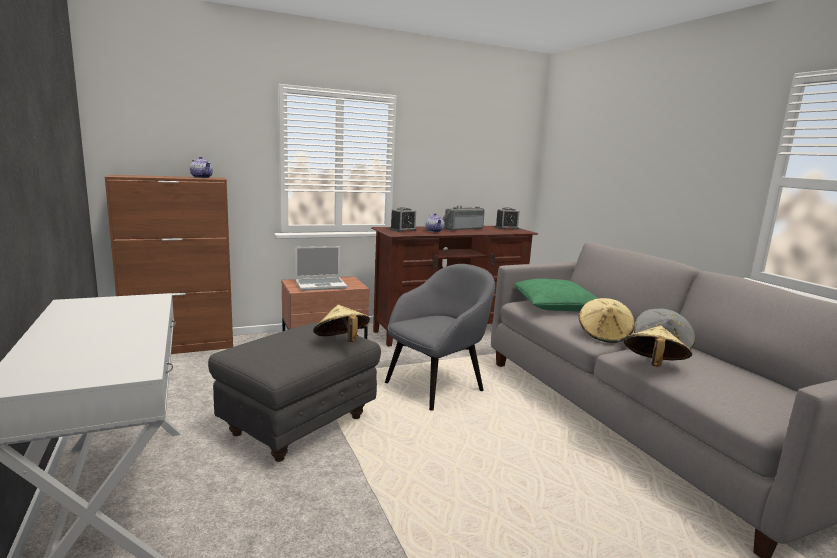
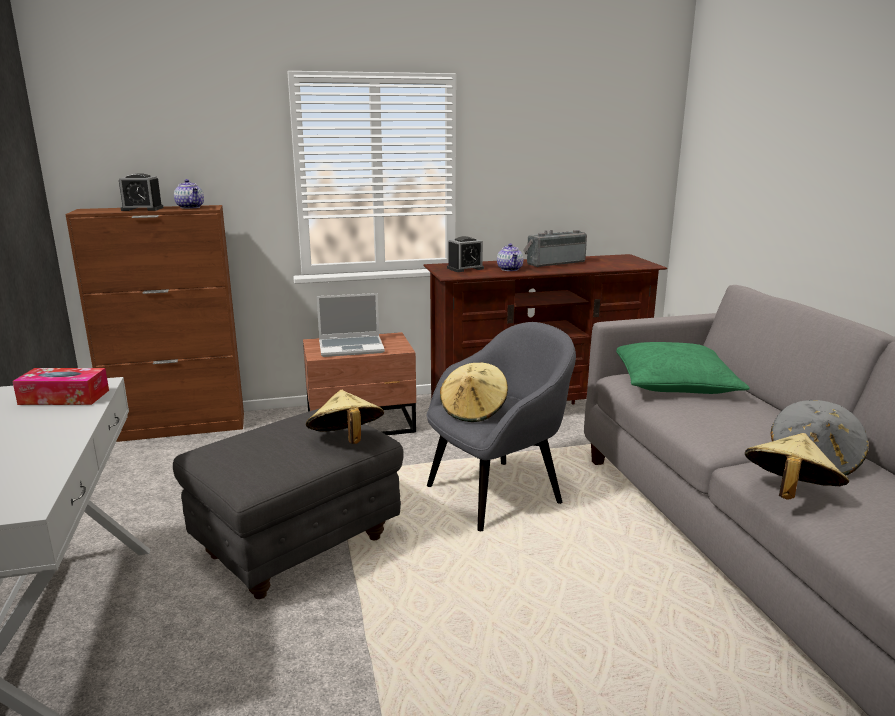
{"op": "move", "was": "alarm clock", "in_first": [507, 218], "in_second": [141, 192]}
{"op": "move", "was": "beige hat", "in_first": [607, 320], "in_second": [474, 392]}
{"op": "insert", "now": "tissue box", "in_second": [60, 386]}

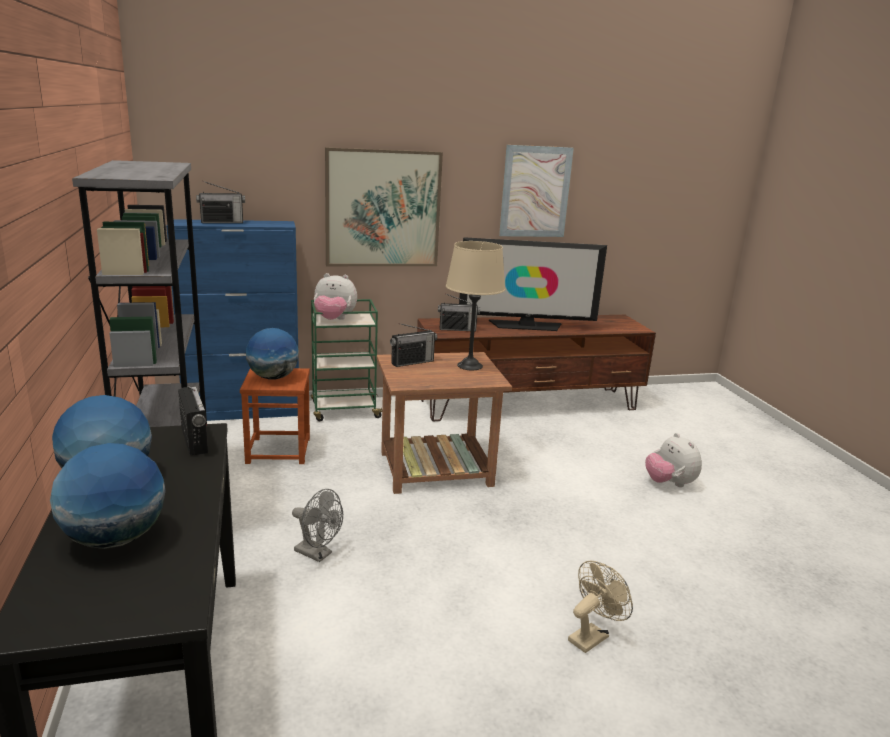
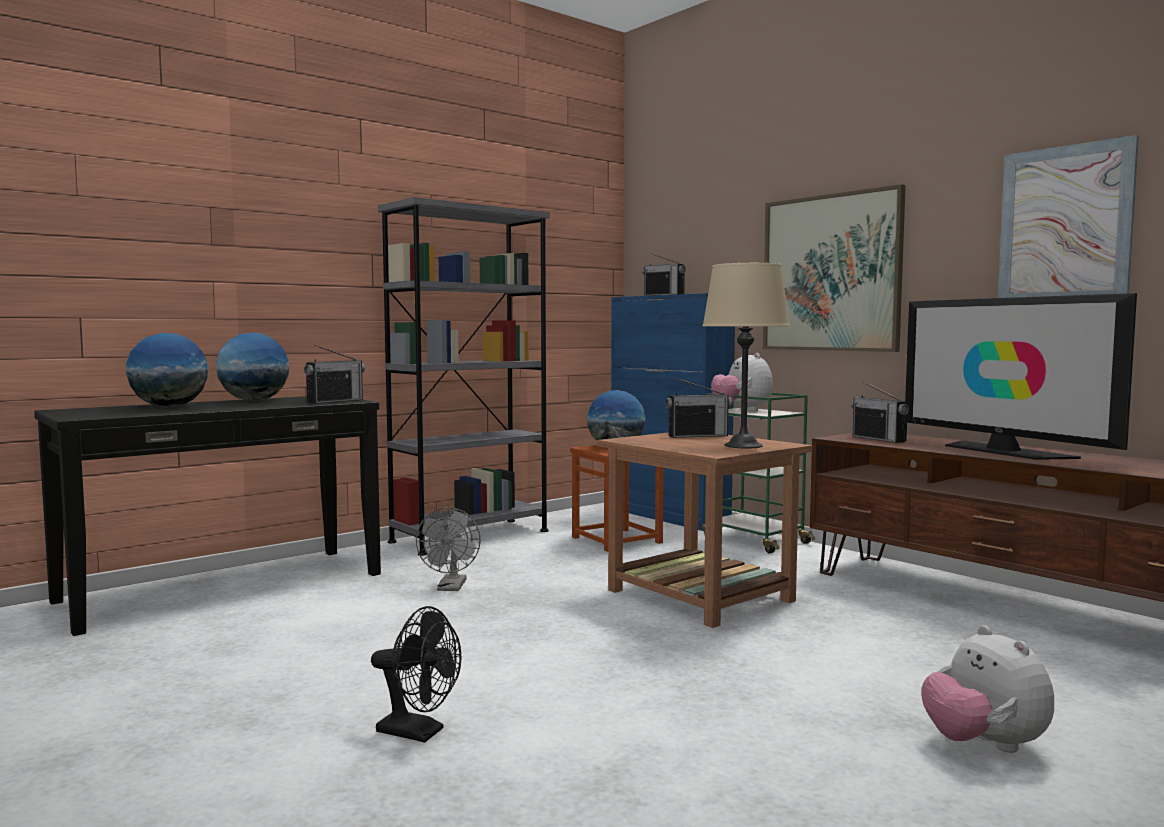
{"op": "rotate", "was": "radio", "in_first": [413, 345], "in_second": [698, 408], "clockwise": -45}
{"op": "rotate", "was": "plush toy", "in_first": [673, 460], "in_second": [987, 689], "clockwise": -60}
{"op": "recolor", "was": "beige fan", "now": "black fan", "in_first": [600, 607], "in_second": [416, 674]}

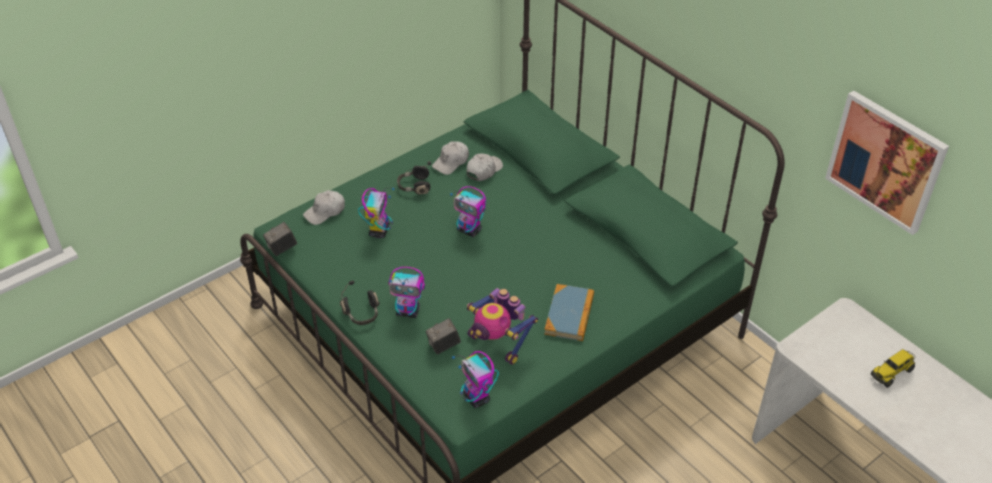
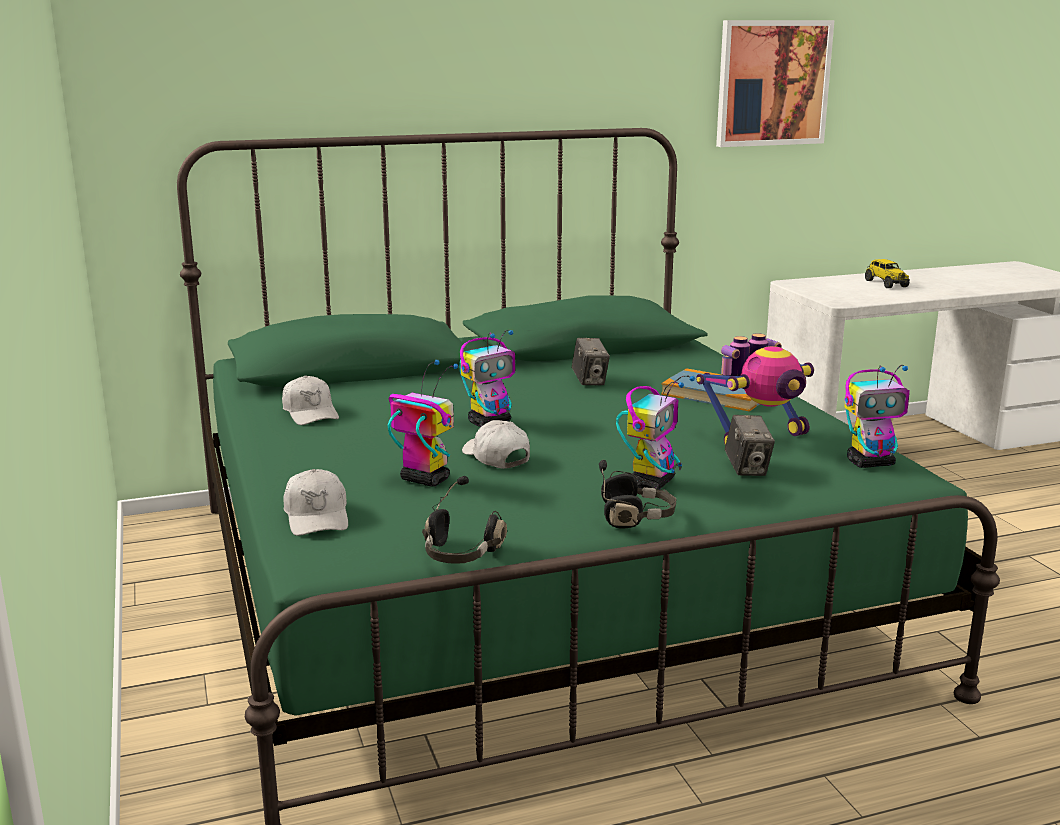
{"op": "move", "was": "white cap", "in_first": [485, 167], "in_second": [496, 444]}
{"op": "move", "was": "black headphones", "in_first": [414, 177], "in_second": [464, 520]}
{"op": "move", "was": "photo camera", "in_first": [280, 239], "in_second": [591, 361]}

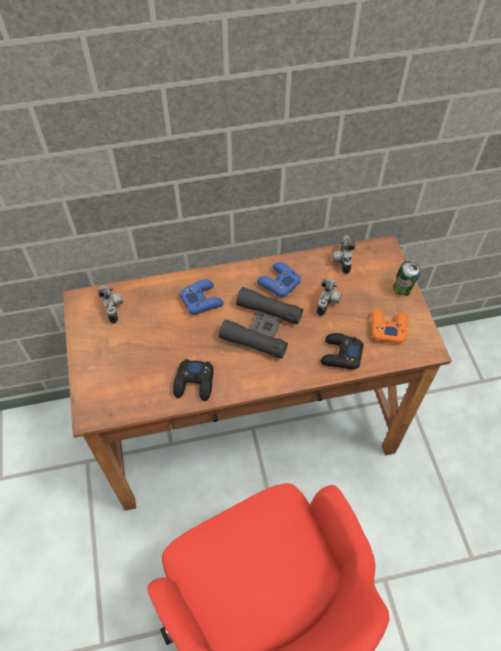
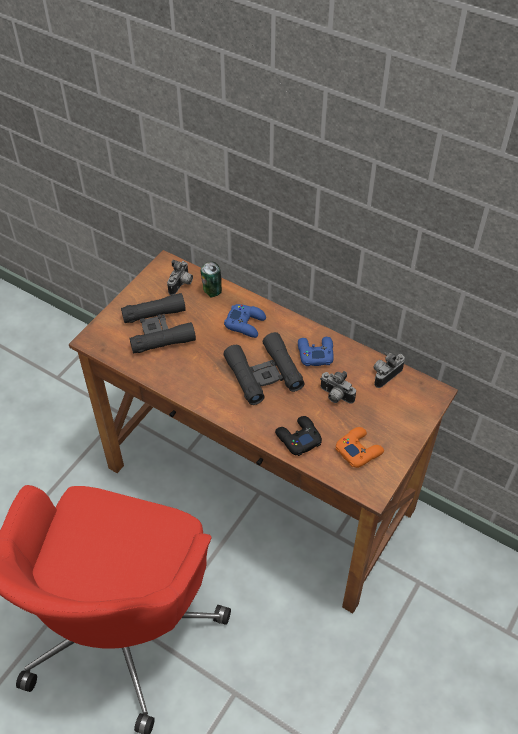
{"op": "move", "was": "can", "in_first": [406, 278], "in_second": [211, 279]}
{"op": "rotate", "was": "photo camera", "in_first": [329, 297], "in_second": [338, 387], "clockwise": 60}
{"op": "delete", "was": "black game controller", "in_first": [193, 380]}
{"op": "insert", "now": "black binoculars", "in_second": [158, 323]}

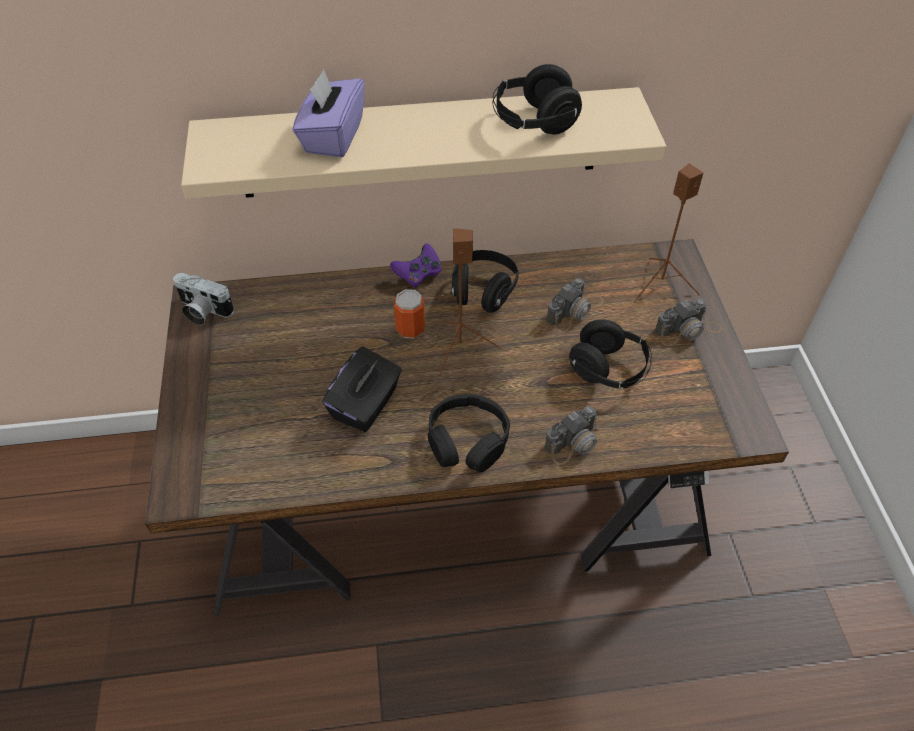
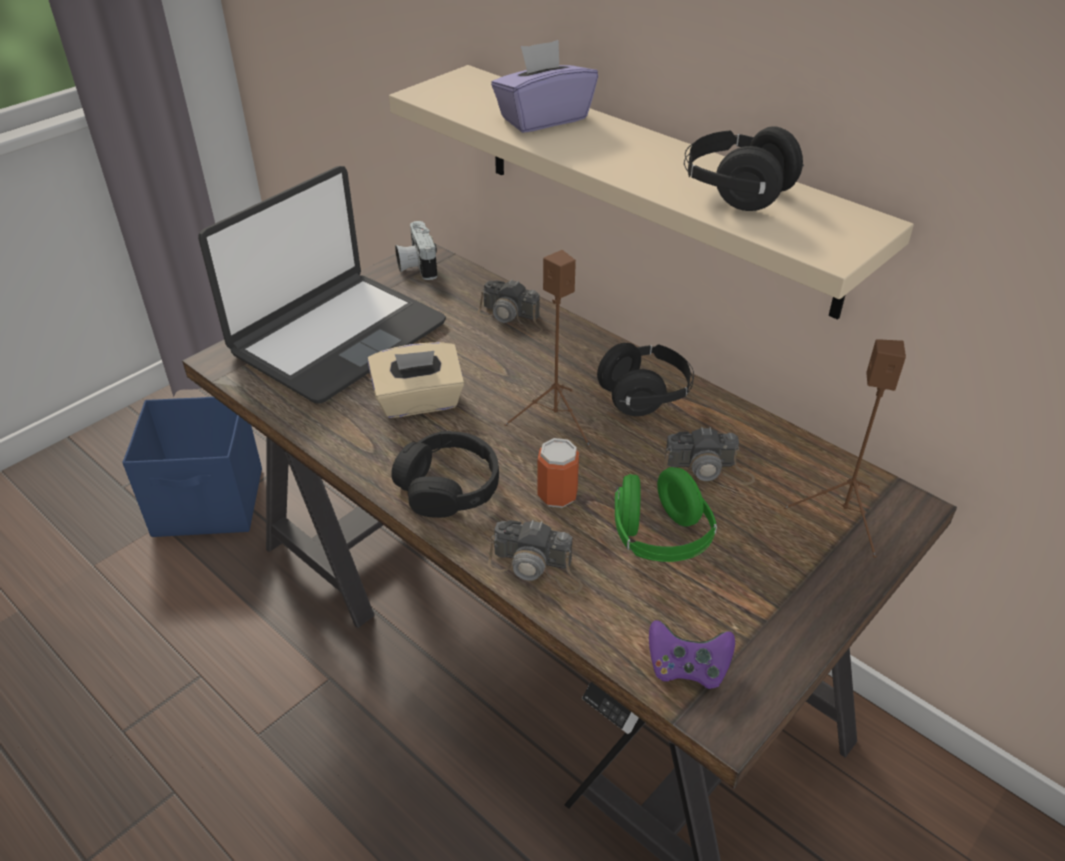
{"op": "move", "was": "purple game controller", "in_first": [416, 265], "in_second": [692, 654]}
{"op": "move", "was": "can", "in_first": [409, 313], "in_second": [558, 473]}
{"op": "move", "was": "photo camera", "in_first": [688, 322], "in_second": [510, 306]}
{"op": "recolor", "was": "black headphones", "now": "green headphones", "in_first": [610, 354], "in_second": [666, 514]}
{"op": "recolor", "was": "black tissue box", "now": "beige tissue box", "in_first": [362, 389], "in_second": [416, 380]}
{"op": "insert", "now": "laptop", "in_second": [322, 285]}
{"op": "insert", "now": "blue storage box", "in_second": [192, 467]}

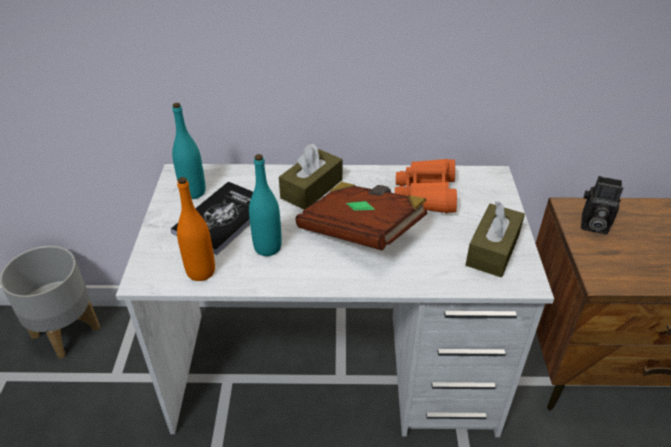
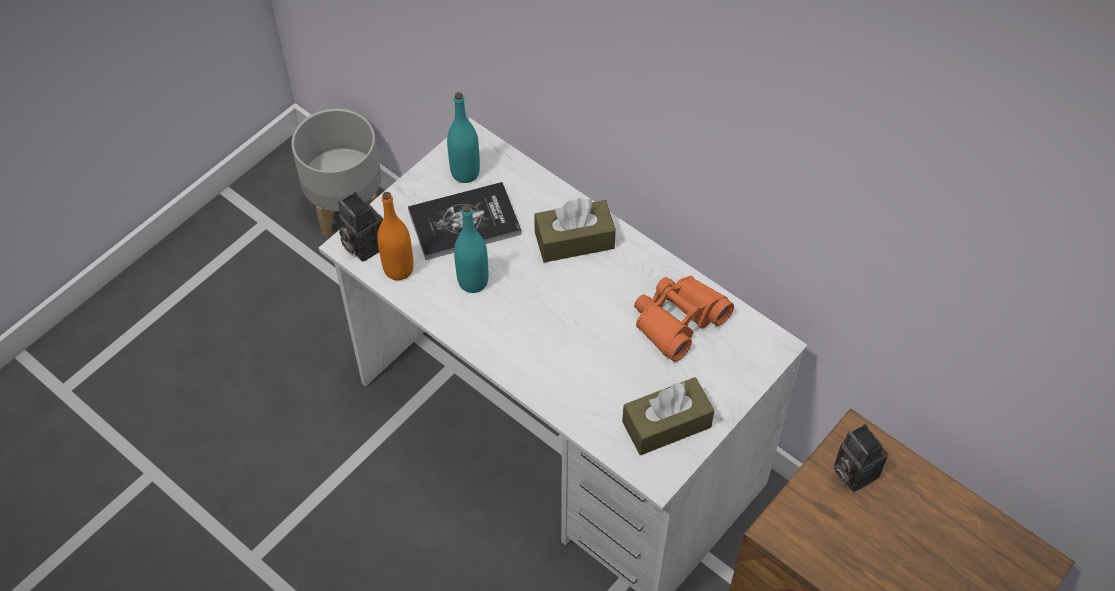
{"op": "delete", "was": "brown book", "in_first": [361, 216]}
{"op": "insert", "now": "photo camera", "in_second": [360, 227]}

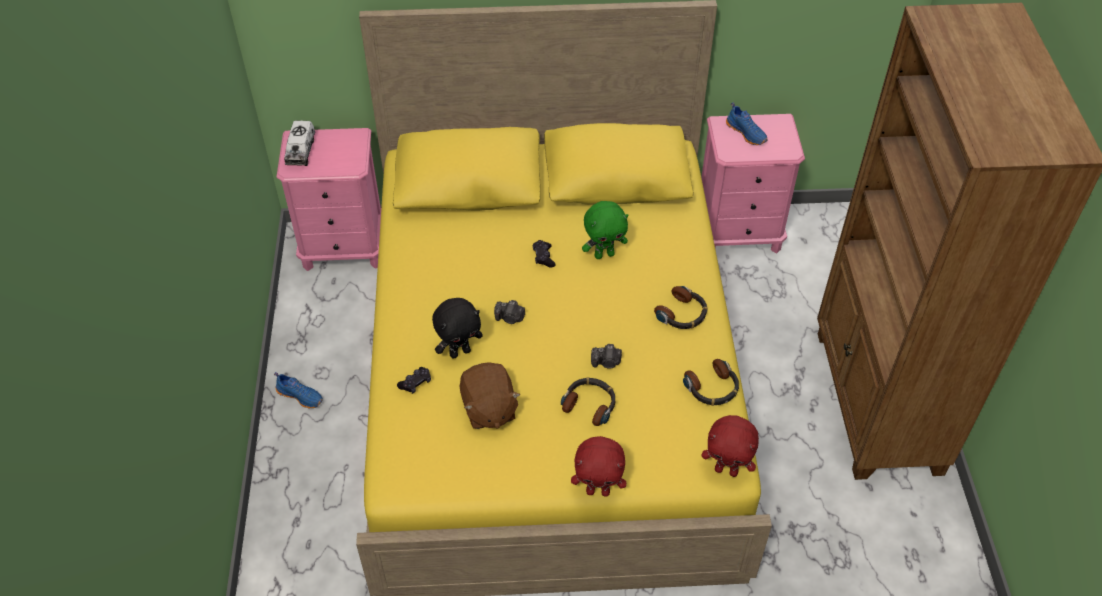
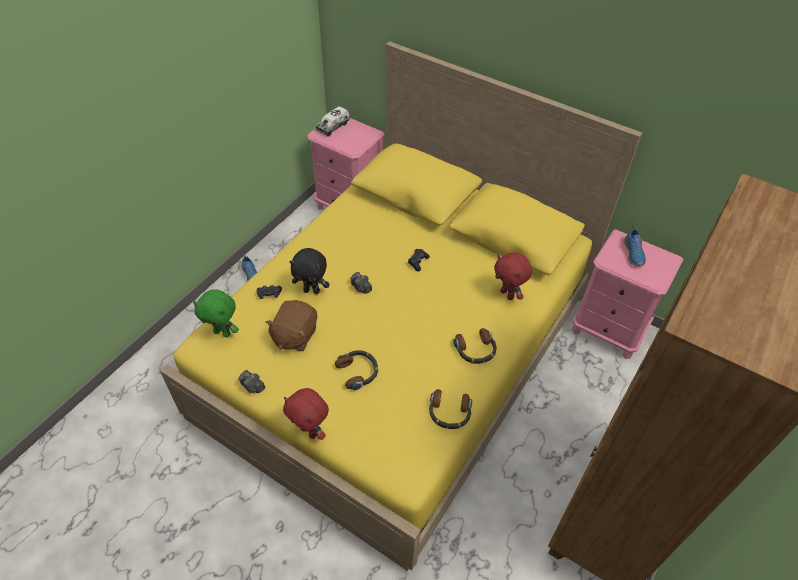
{"op": "move", "was": "green plush toy", "in_first": [605, 230], "in_second": [216, 313]}
{"op": "move", "was": "photo camera", "in_first": [606, 356], "in_second": [252, 381]}
{"op": "move", "was": "red plush toy", "in_first": [730, 446], "in_second": [513, 276]}

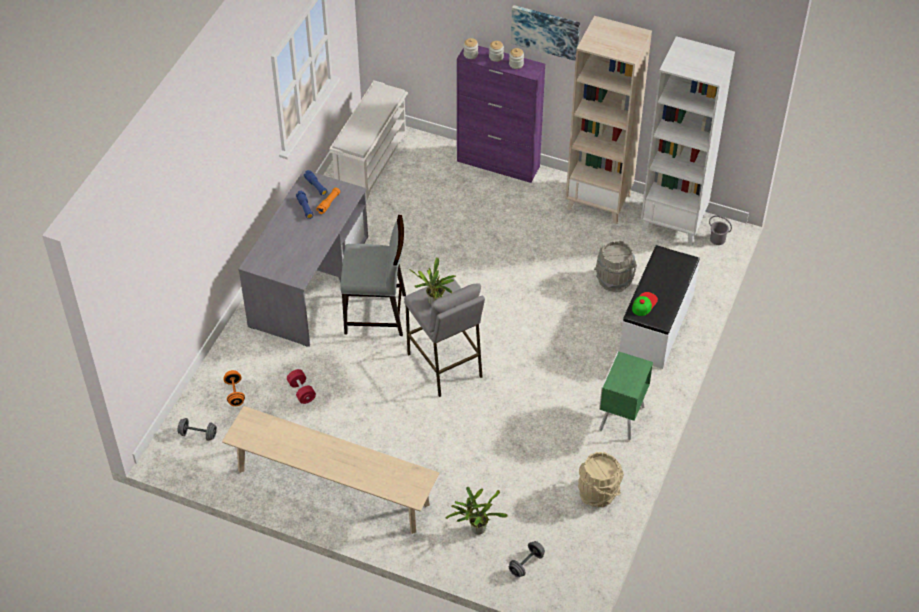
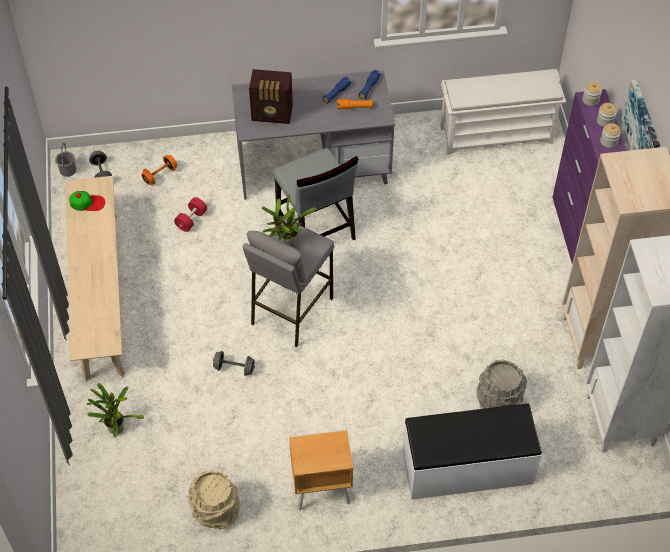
{"op": "move", "was": "grey bucket", "in_first": [720, 230], "in_second": [65, 160]}
{"op": "move", "was": "cap", "in_first": [645, 304], "in_second": [87, 201]}
{"op": "recolor", "was": "green nightstand", "now": "brown nightstand", "in_first": [626, 395], "in_second": [321, 470]}
{"op": "move", "was": "grey dumbbell", "in_first": [527, 559], "in_second": [234, 363]}
{"op": "insert", "now": "radio", "in_second": [271, 96]}

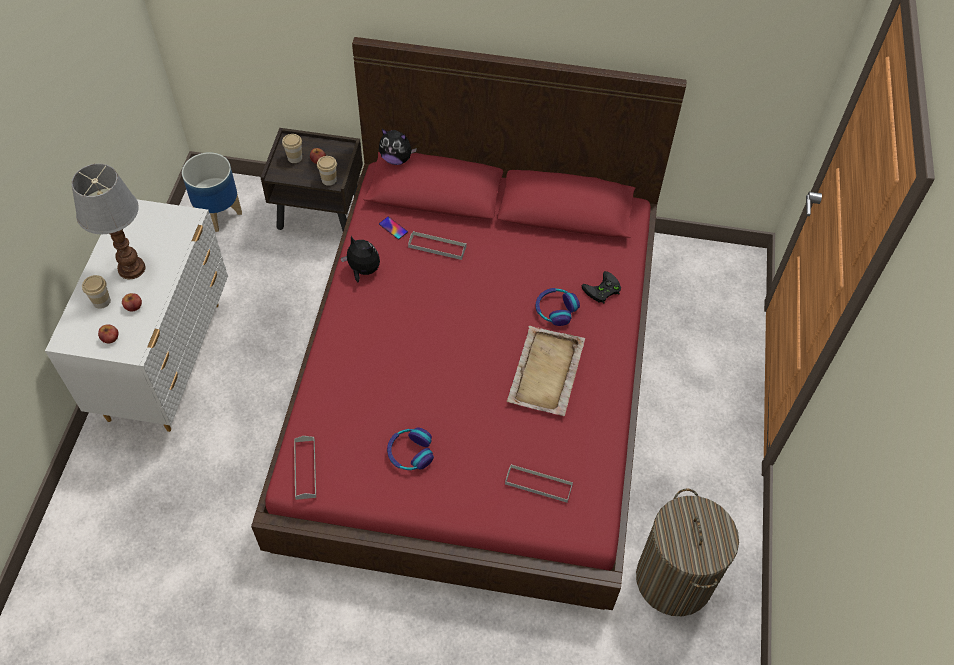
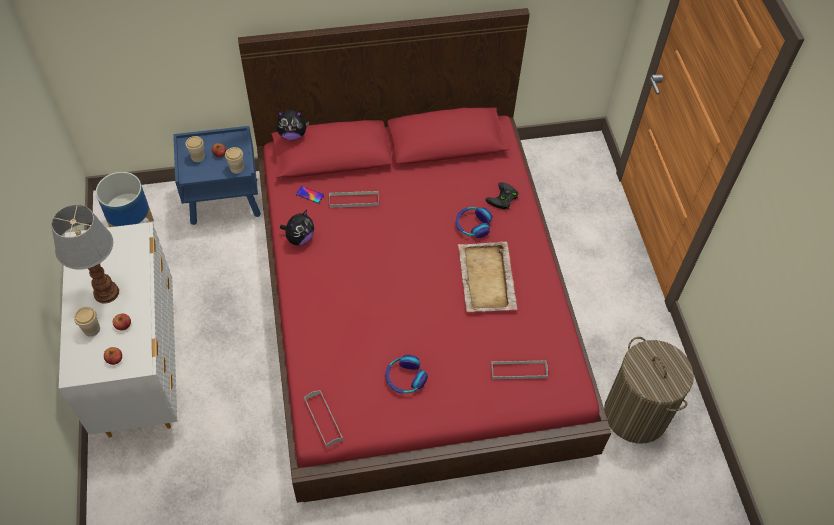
{"op": "recolor", "was": "brown nightstand", "now": "blue nightstand", "in_first": [311, 179], "in_second": [217, 175]}
{"op": "rotate", "was": "plush toy", "in_first": [360, 259], "in_second": [297, 227], "clockwise": 120}

